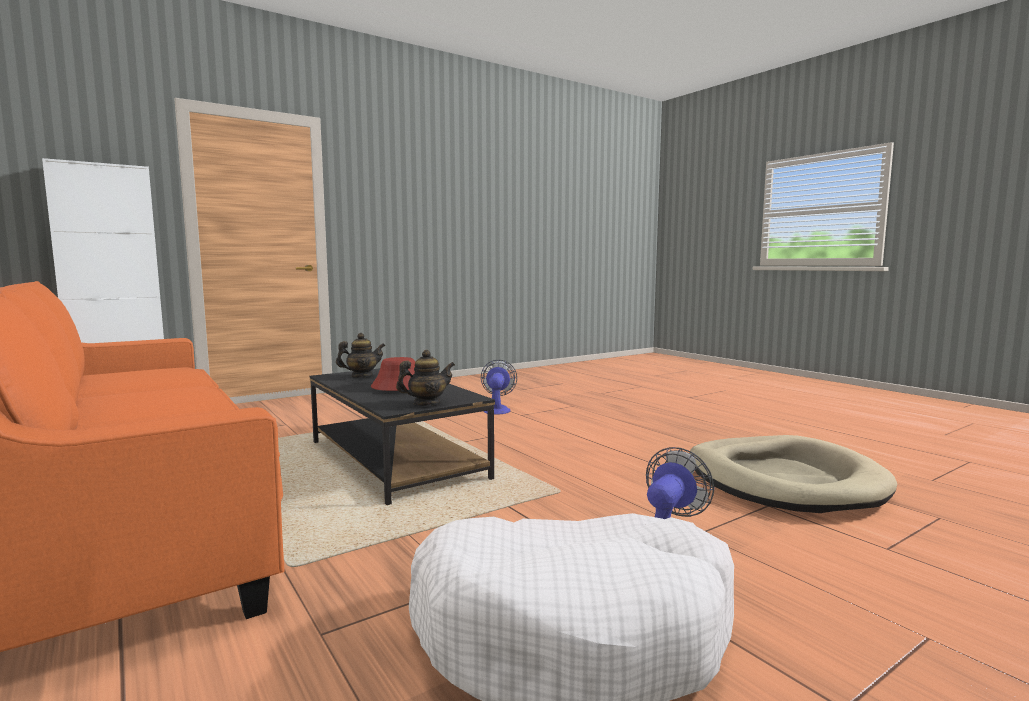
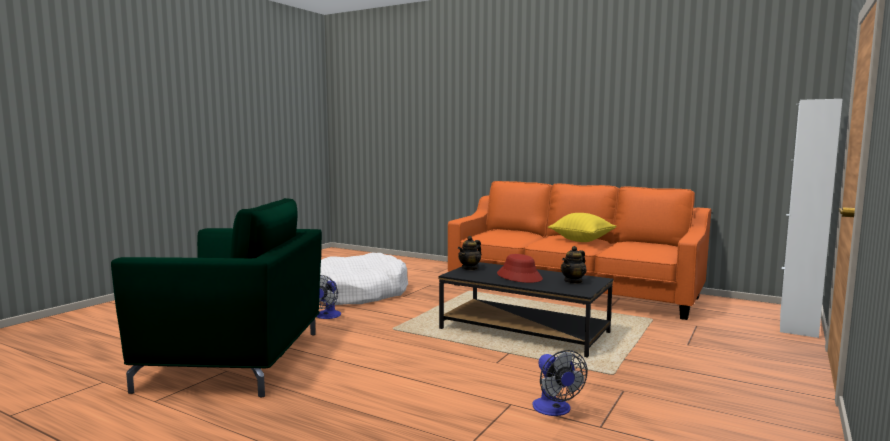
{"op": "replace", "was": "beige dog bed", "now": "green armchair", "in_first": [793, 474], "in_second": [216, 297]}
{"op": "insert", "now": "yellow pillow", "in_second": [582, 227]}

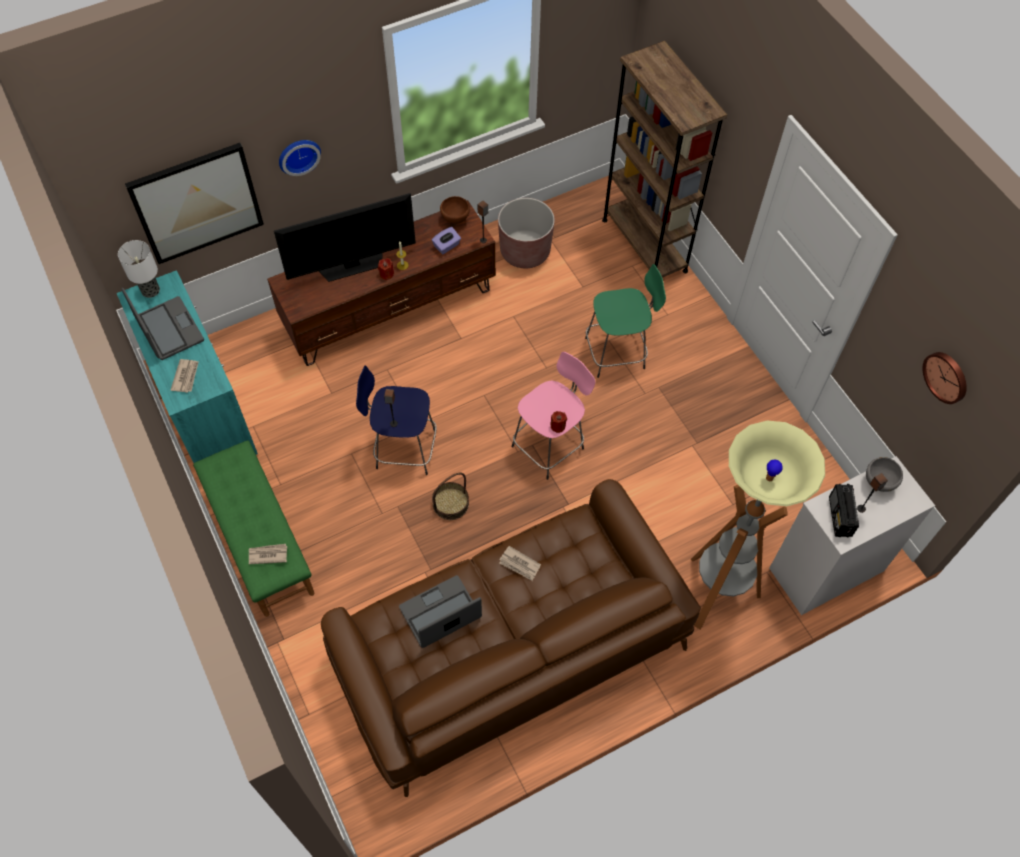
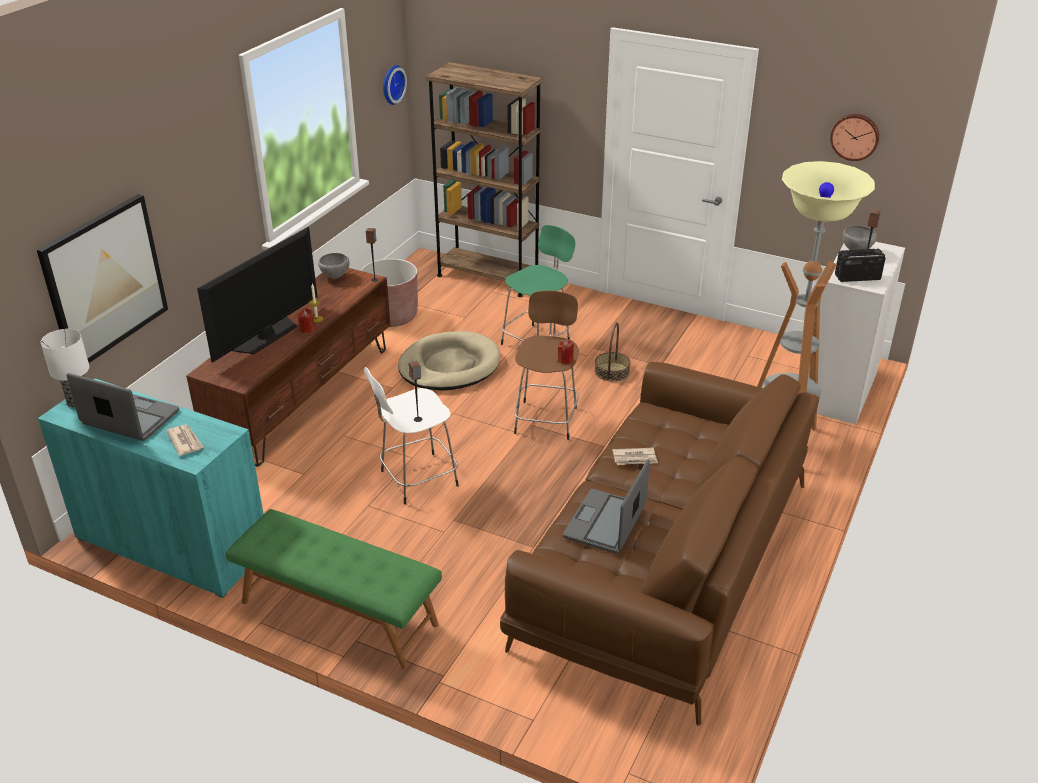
{"op": "move", "was": "wall clock", "in_first": [300, 158], "in_second": [395, 85]}
{"op": "recolor", "was": "brown bowl", "now": "grey bowl", "in_first": [455, 210], "in_second": [334, 266]}
{"op": "delete", "was": "purple tissue box", "in_first": [446, 240]}
{"op": "recolor", "was": "pink stool", "now": "brown stool", "in_first": [553, 416], "in_second": [546, 365]}
{"op": "recolor", "was": "blue stool", "now": "white stool", "in_first": [396, 420], "in_second": [411, 435]}
{"op": "move", "was": "basket", "in_first": [450, 496], "in_second": [613, 352]}
{"op": "rotate", "was": "radio", "in_first": [844, 510], "in_second": [860, 265], "clockwise": 120}
{"op": "delete", "was": "newspaper", "in_first": [268, 554]}
{"op": "insert", "now": "beige dog bed", "in_second": [449, 360]}

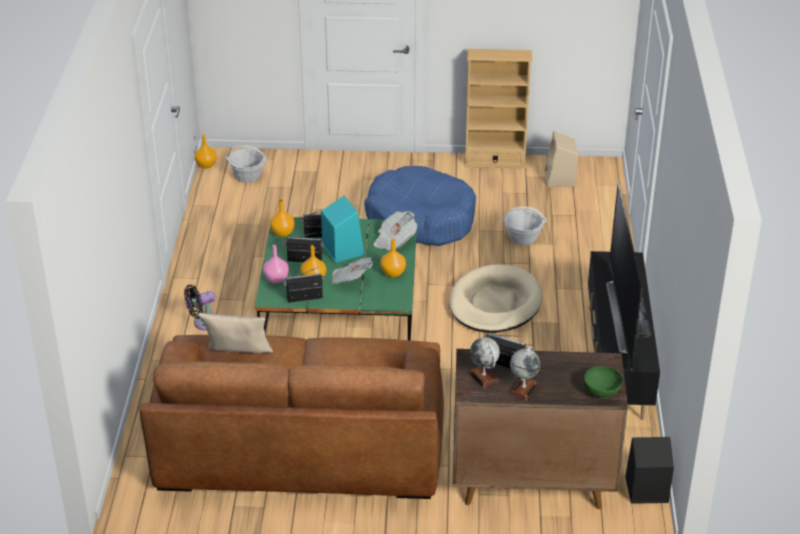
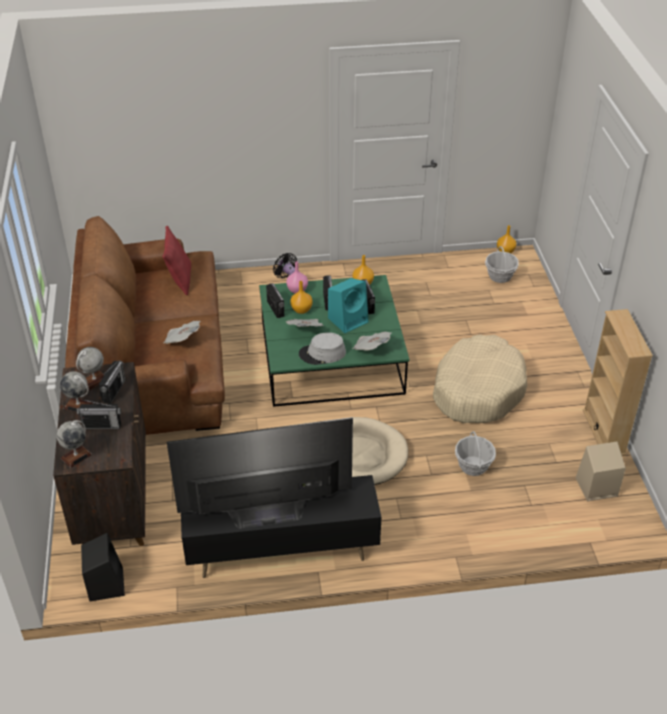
{"op": "recolor", "was": "blue dog bed", "now": "beige dog bed", "in_first": [420, 206], "in_second": [480, 378]}
{"op": "replace", "was": "orange vase", "now": "grey hat", "in_first": [393, 258], "in_second": [322, 348]}
{"op": "recolor", "was": "beige pillow", "now": "red pillow", "in_first": [235, 333], "in_second": [176, 260]}
{"op": "replace", "was": "green bowl", "now": "globe", "in_first": [603, 381], "in_second": [74, 444]}
{"op": "insert", "now": "newspaper", "in_second": [181, 332]}
{"op": "insert", "now": "radio", "in_second": [99, 414]}

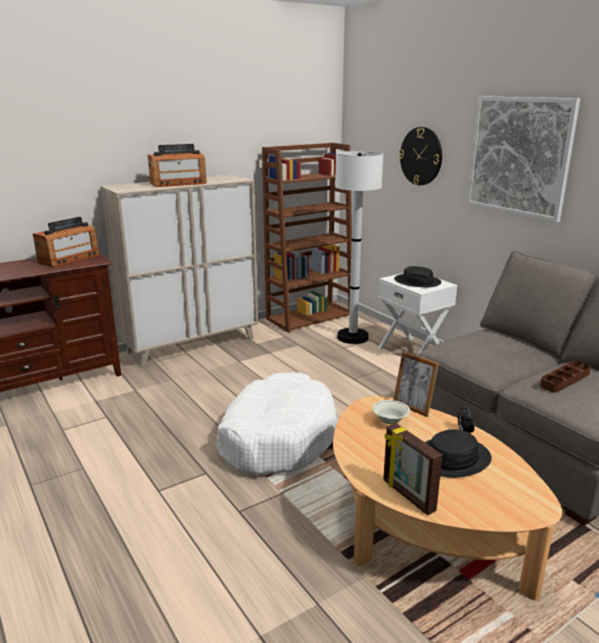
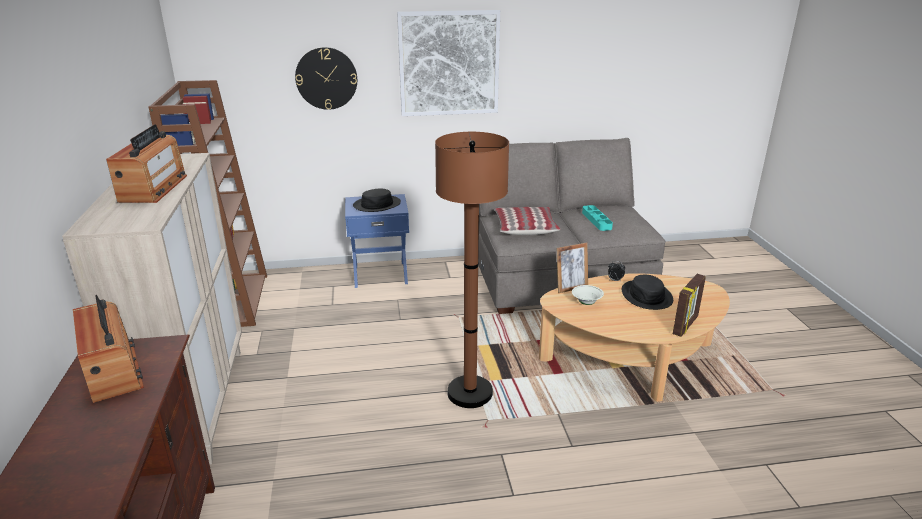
{"op": "delete", "was": "white floor lamp", "in_first": [359, 247]}
{"op": "recolor", "was": "white nightstand", "now": "blue nightstand", "in_first": [417, 314], "in_second": [377, 241]}
{"op": "recolor", "was": "brown tray", "now": "turquoise tray", "in_first": [565, 377], "in_second": [597, 218]}
{"op": "replace", "was": "white dog bed", "now": "brown floor lamp", "in_first": [277, 423], "in_second": [472, 270]}
{"op": "rotate", "was": "picture frame", "in_first": [413, 469], "in_second": [689, 305], "clockwise": -45}
{"op": "insert", "now": "pillow", "in_second": [527, 221]}

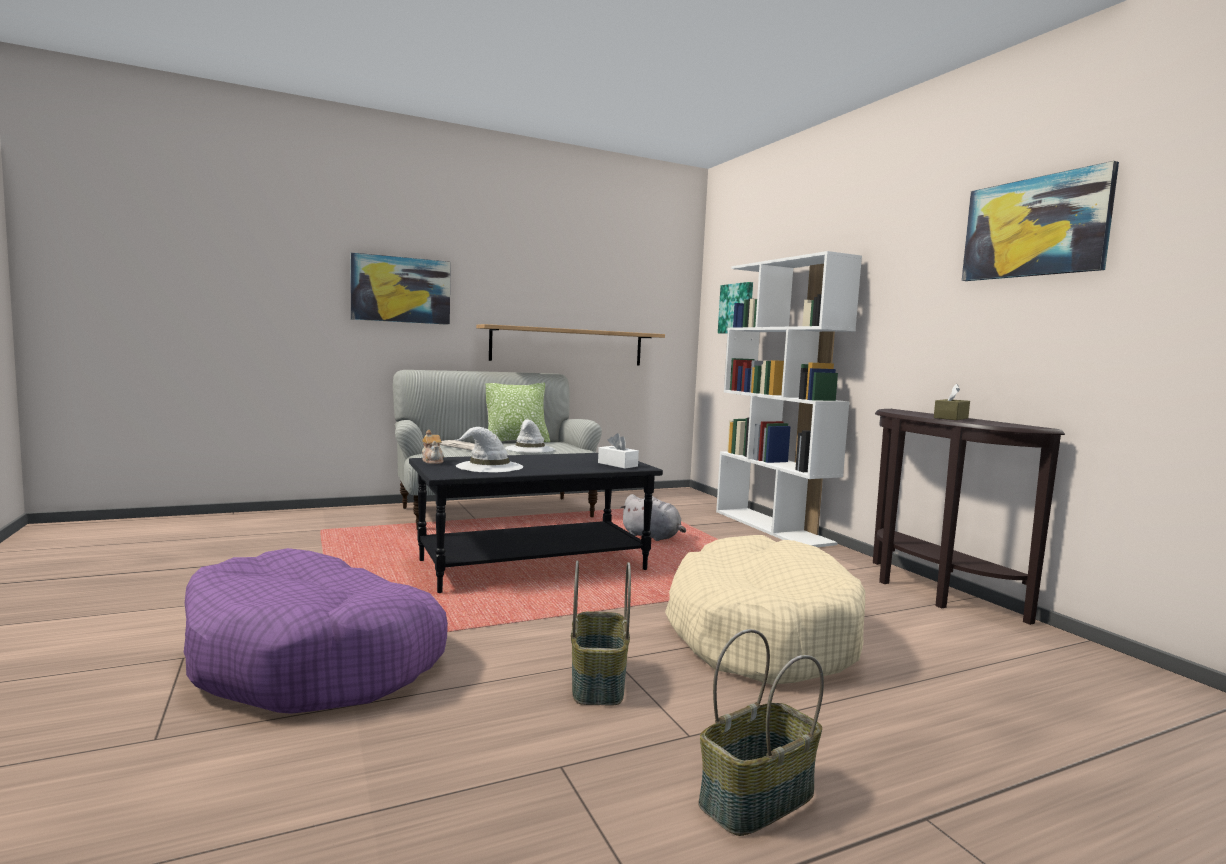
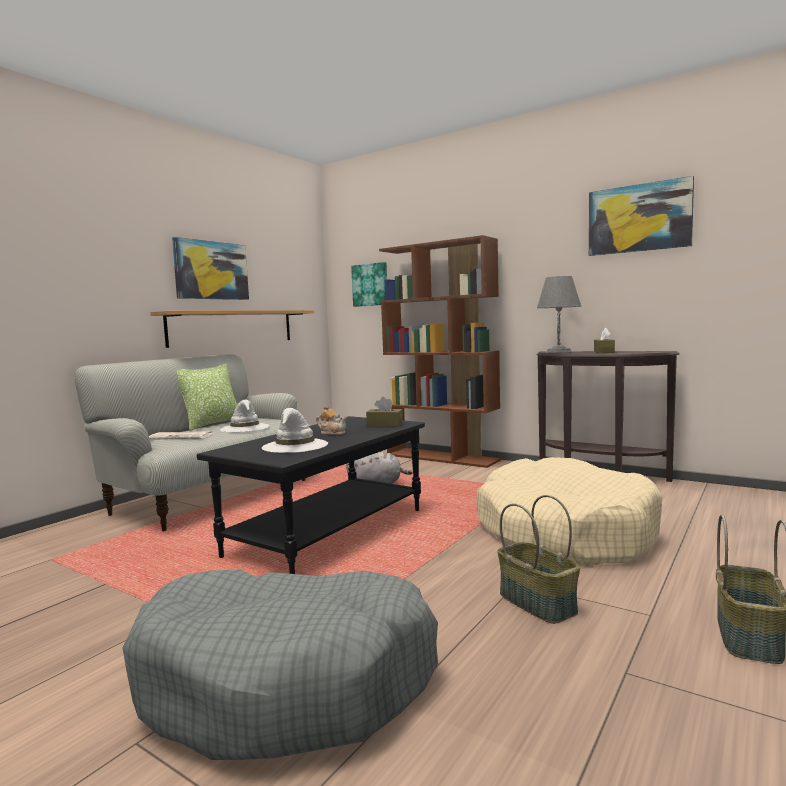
{"op": "recolor", "was": "white bookcase", "now": "brown bookcase", "in_first": [789, 399], "in_second": [440, 351]}
{"op": "move", "was": "picture", "in_first": [400, 288], "in_second": [210, 268]}
{"op": "move", "was": "teapot", "in_first": [433, 447], "in_second": [331, 420]}
{"op": "recolor", "was": "white tissue box", "now": "brown tissue box", "in_first": [618, 451], "in_second": [384, 411]}
{"op": "recolor", "was": "purple dog bed", "now": "grey dog bed", "in_first": [316, 631], "in_second": [280, 665]}
{"op": "insert", "now": "grey table lamp", "in_second": [559, 314]}

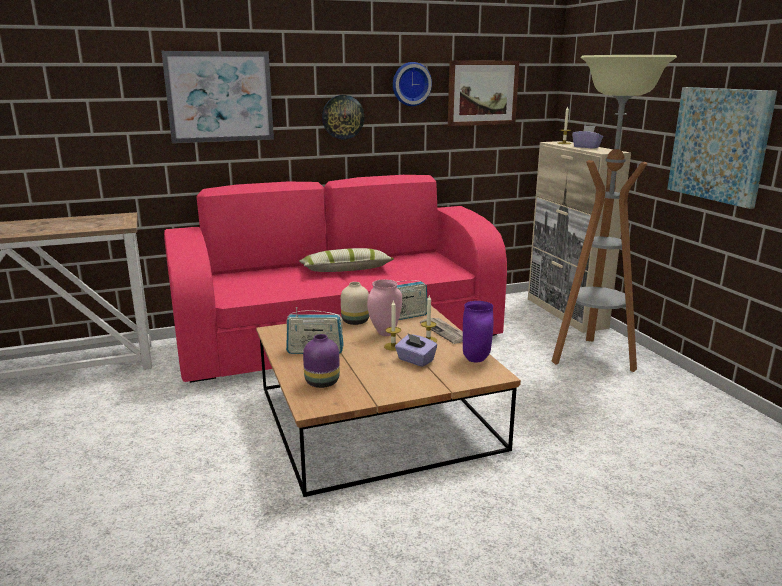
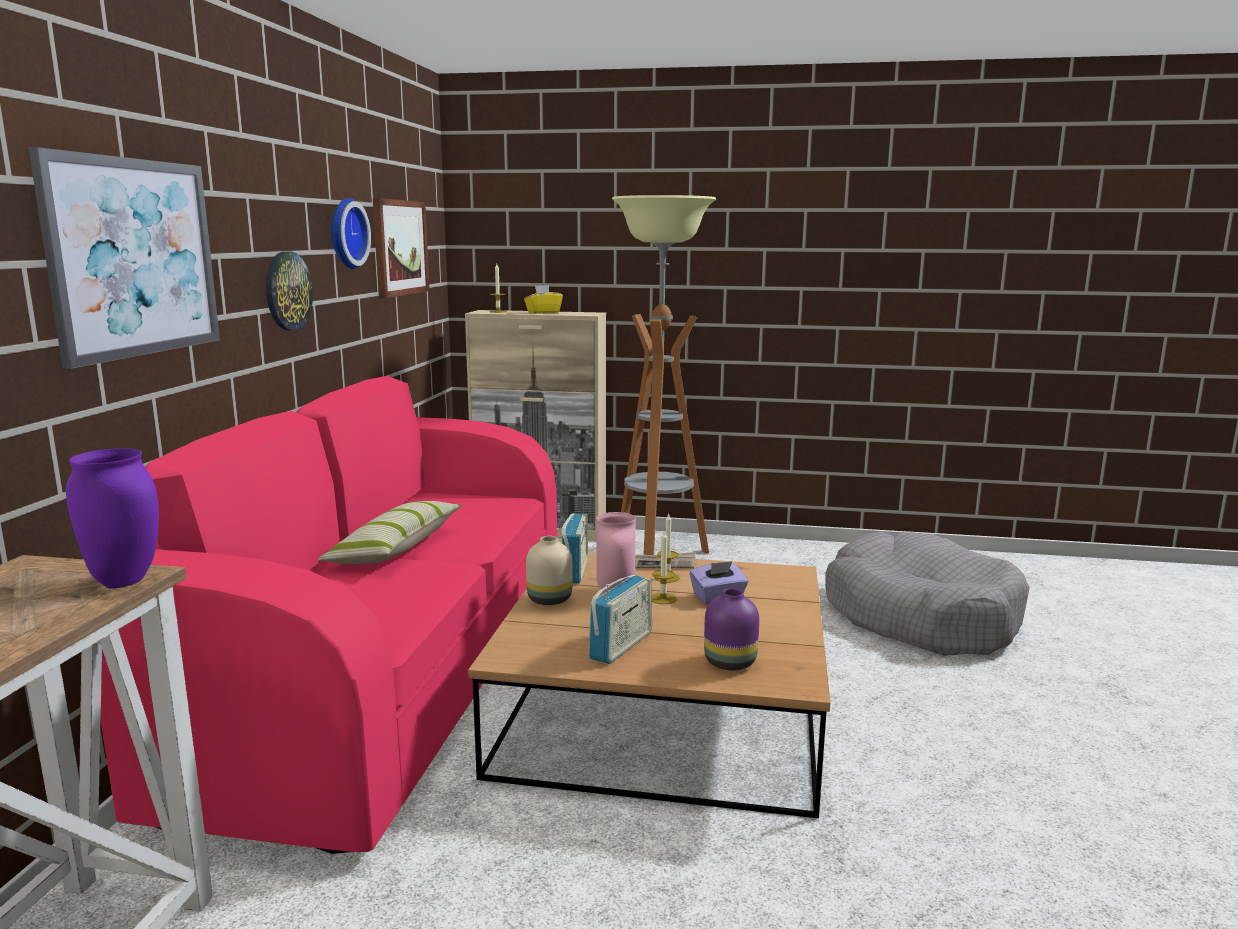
{"op": "delete", "was": "picture", "in_first": [722, 148]}
{"op": "recolor", "was": "purple tissue box", "now": "yellow tissue box", "in_first": [587, 136], "in_second": [543, 299]}
{"op": "move", "was": "purple vase", "in_first": [478, 331], "in_second": [112, 518]}
{"op": "insert", "now": "grey dog bed", "in_second": [927, 594]}

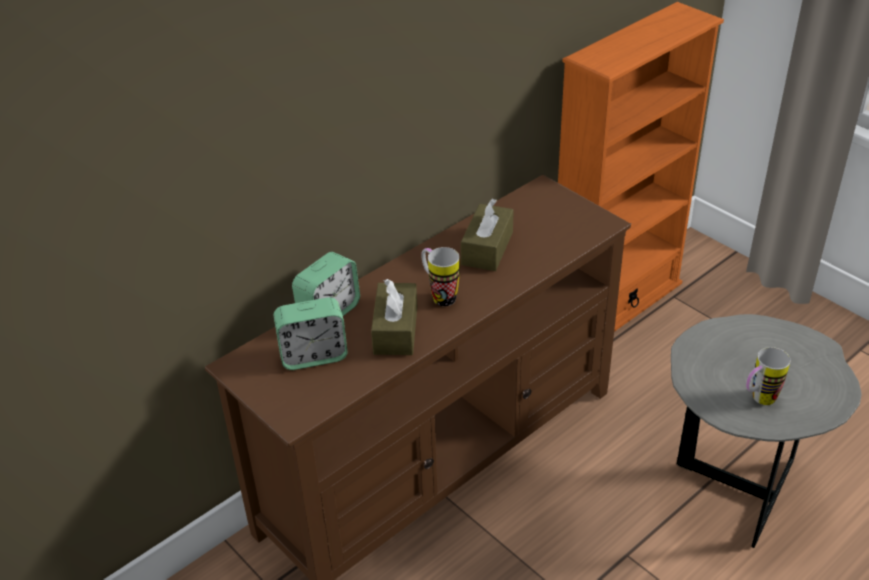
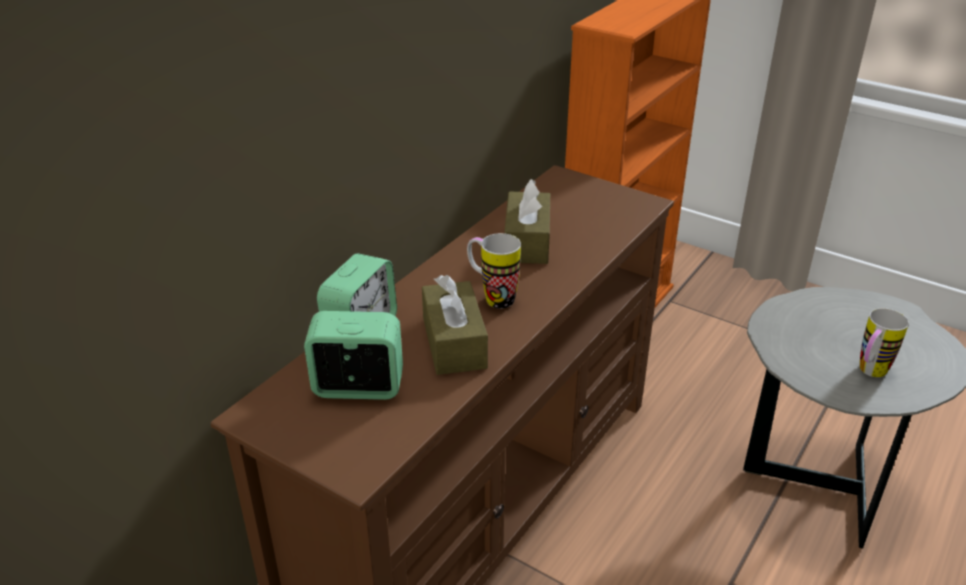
{"op": "rotate", "was": "alarm clock", "in_first": [310, 333], "in_second": [353, 355], "clockwise": -150}

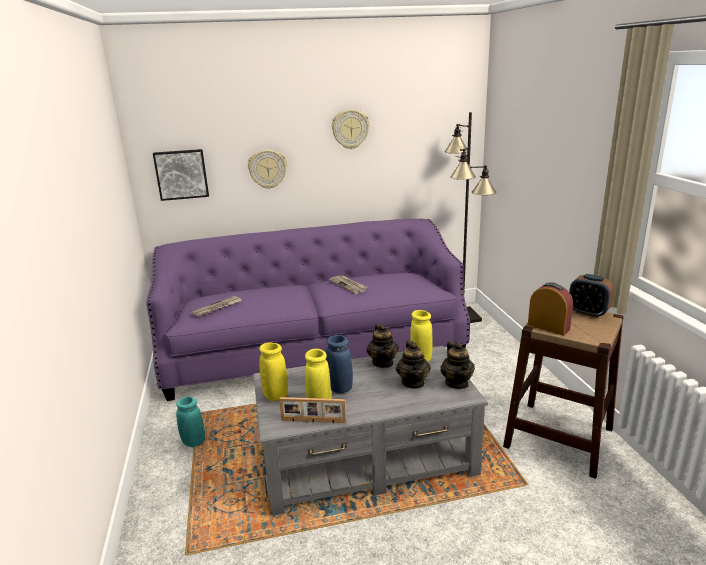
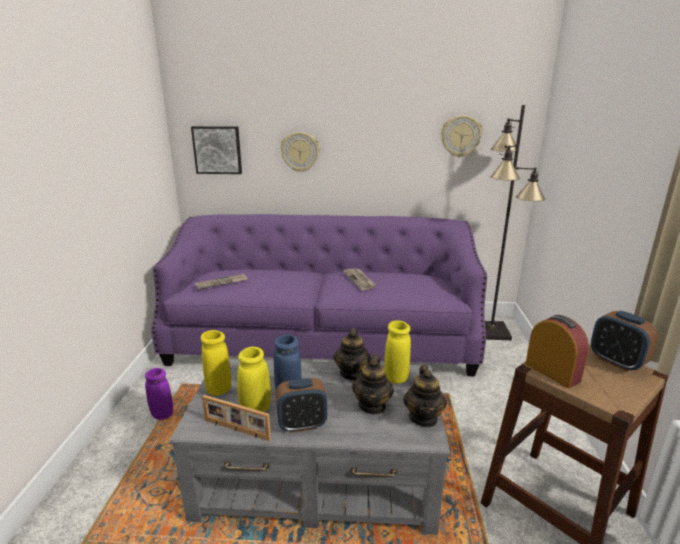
{"op": "move", "was": "wall clock", "in_first": [351, 129], "in_second": [462, 136]}
{"op": "recolor", "was": "turquoise vase", "now": "purple vase", "in_first": [190, 421], "in_second": [159, 394]}
{"op": "insert", "now": "alarm clock", "in_second": [301, 405]}

